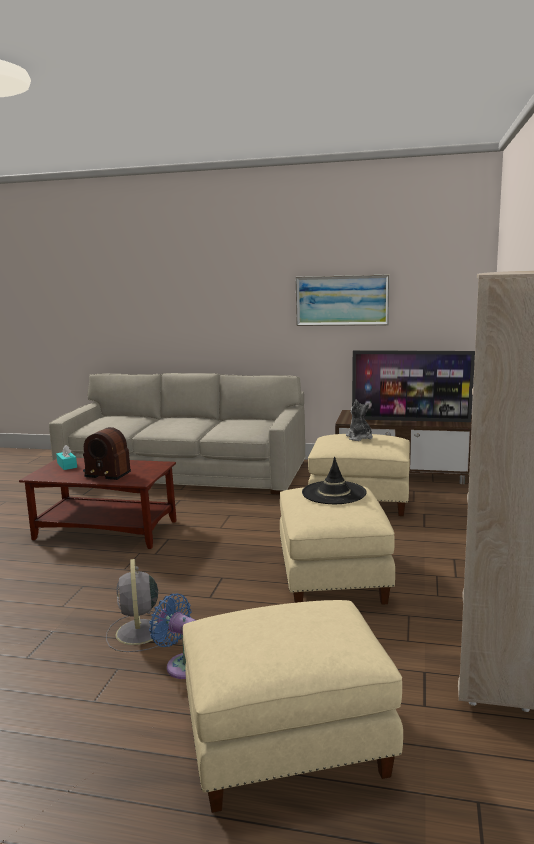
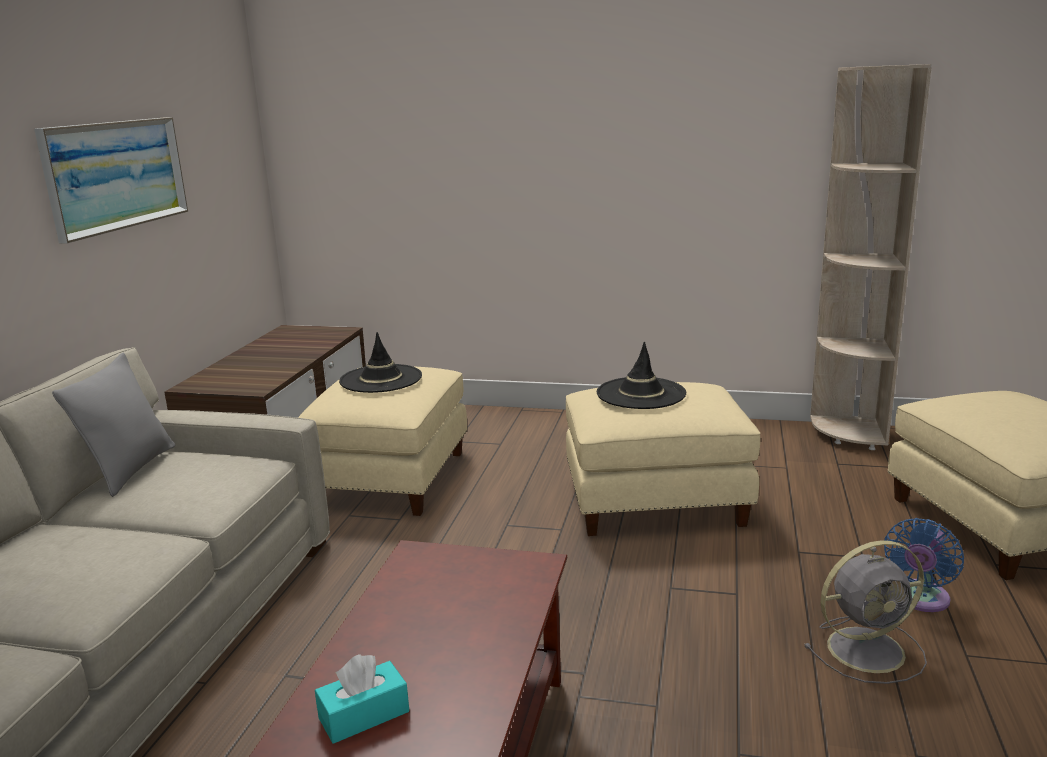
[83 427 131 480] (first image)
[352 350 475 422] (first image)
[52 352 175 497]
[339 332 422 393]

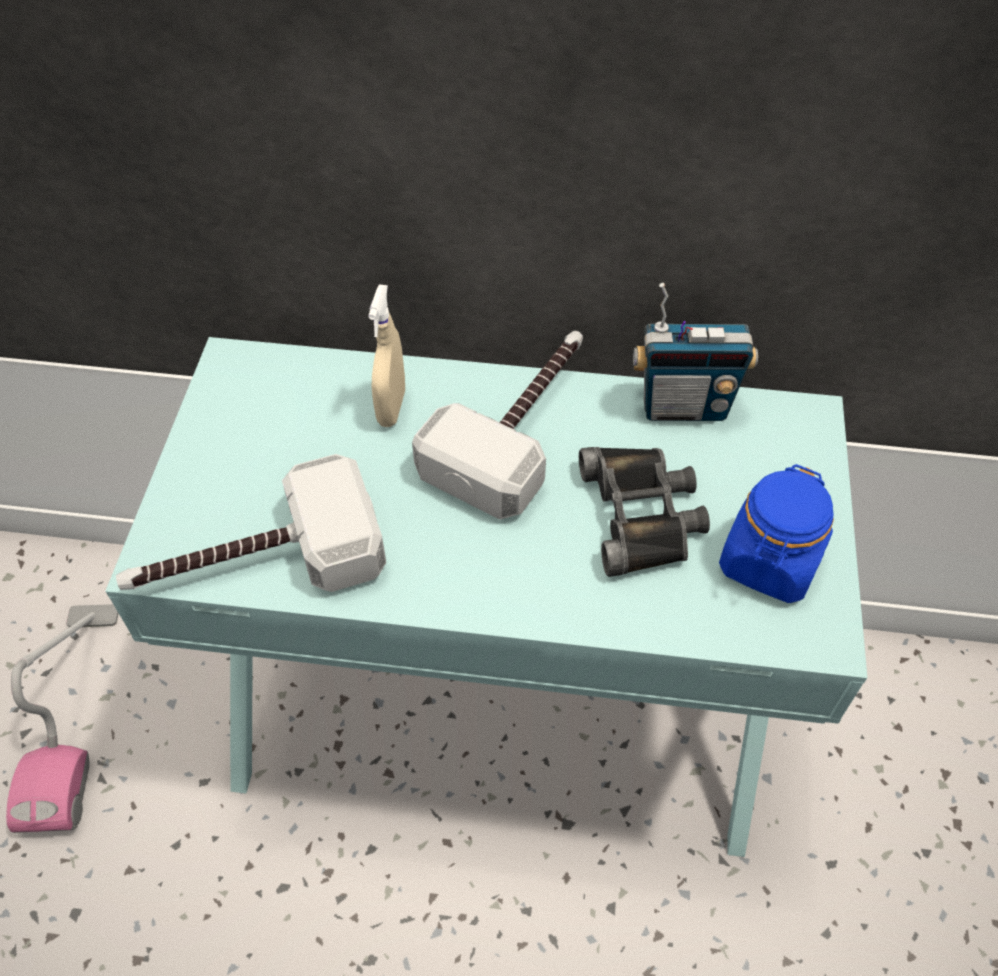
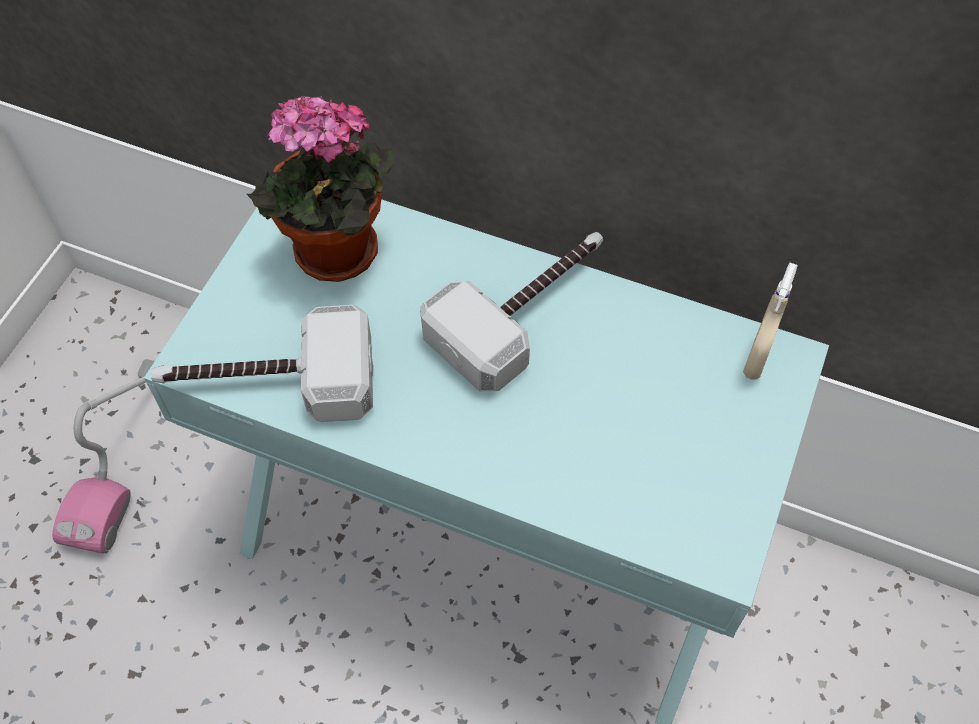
[579 447 710 577] (first image)
[633 283 758 421] (first image)
[719 464 834 603] (first image)
[247 96 396 282]
[743 263 798 379]

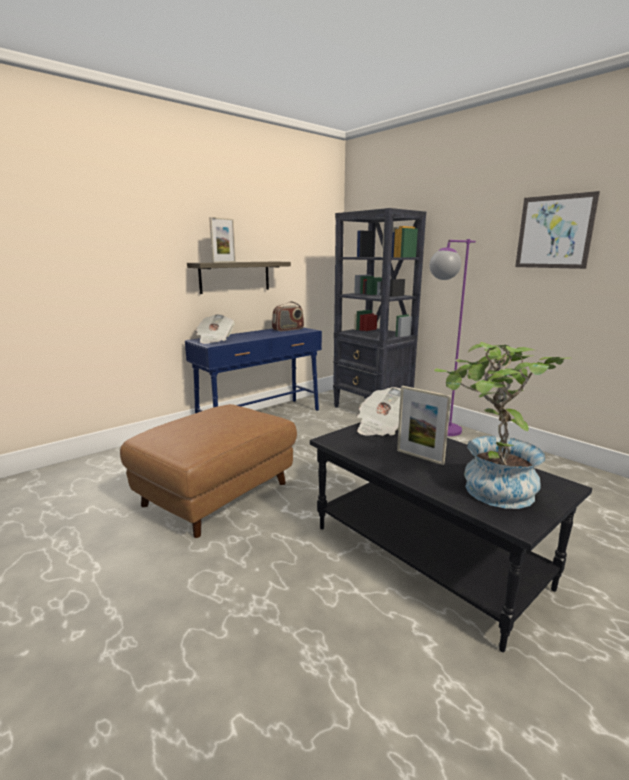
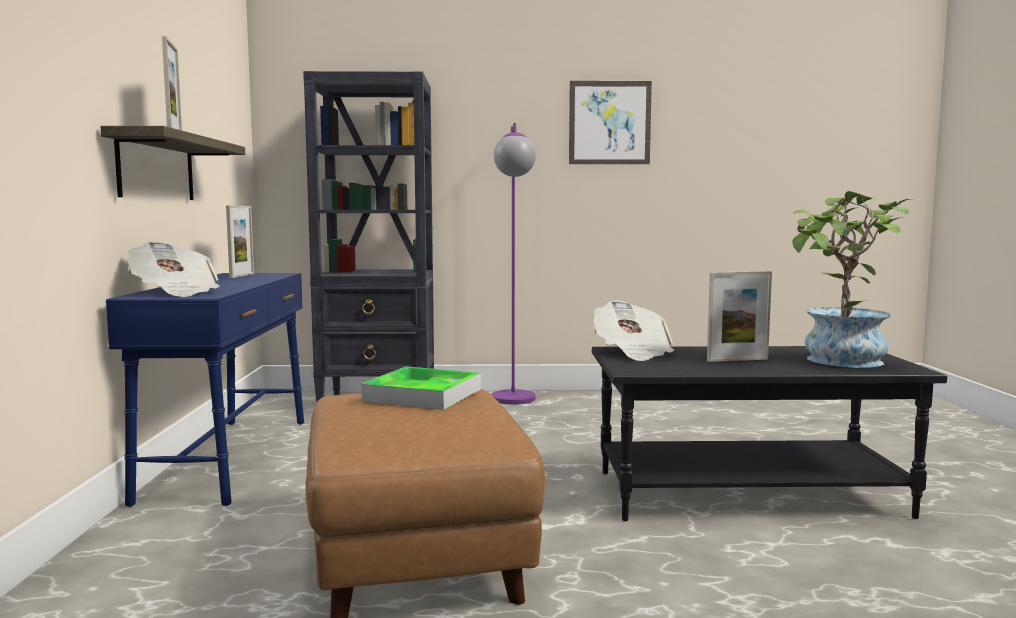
[361 366 481 410]
[226 206 254 278]

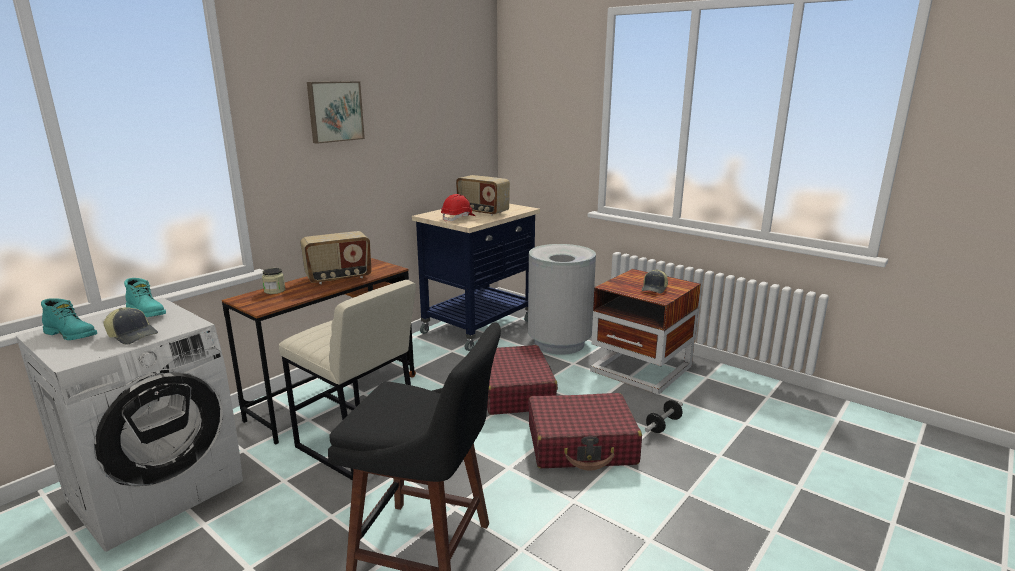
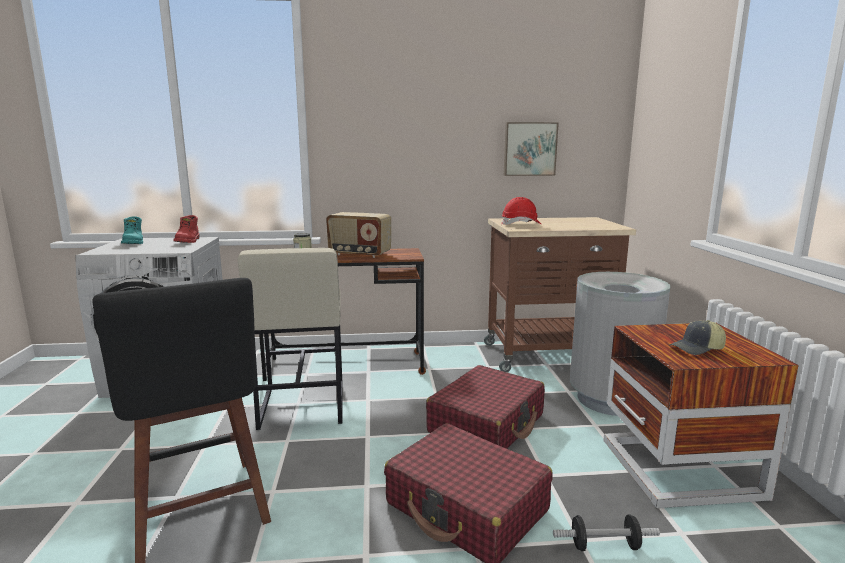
[103 307 158 345] (first image)
[456 175 510 216] (first image)
[504 122 559 176]
[174 215 200 243]
[484 217 636 372]

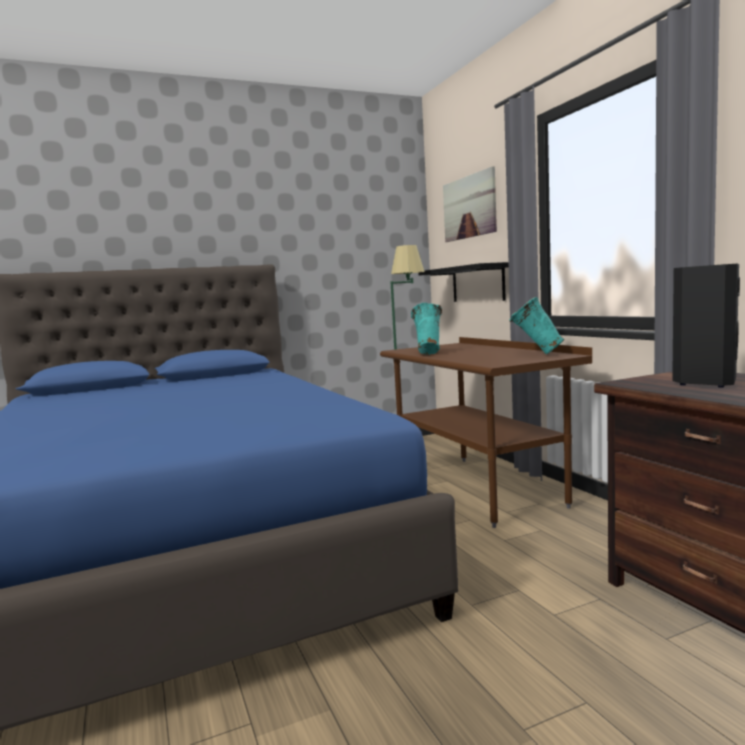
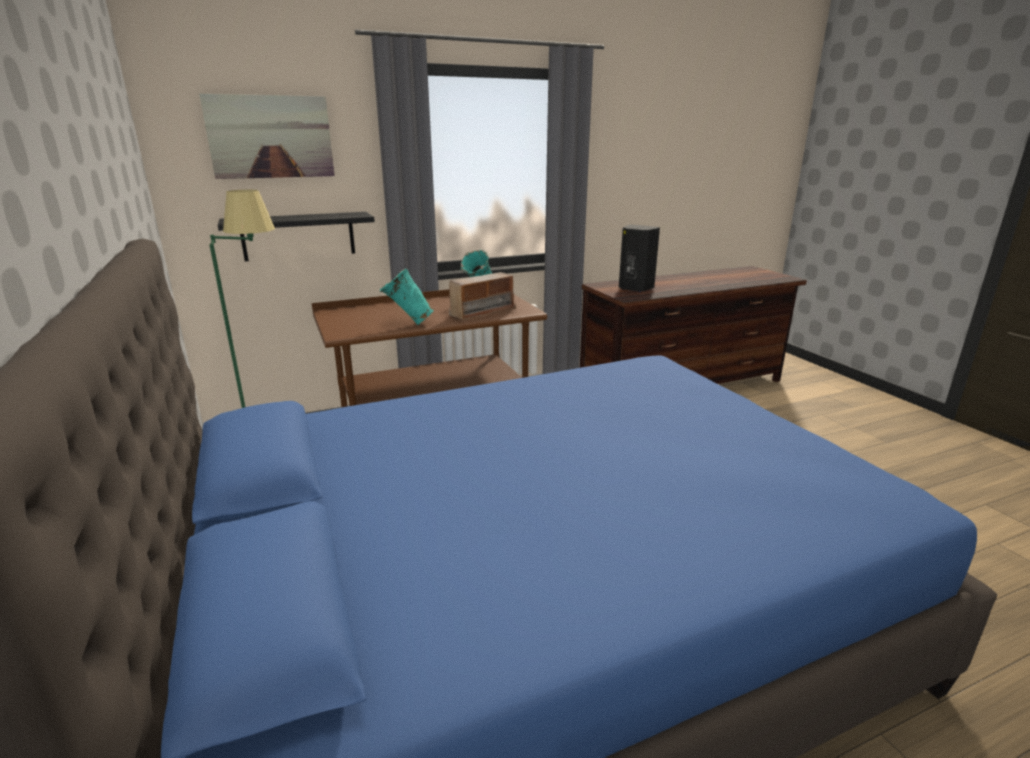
[448 272 516 321]

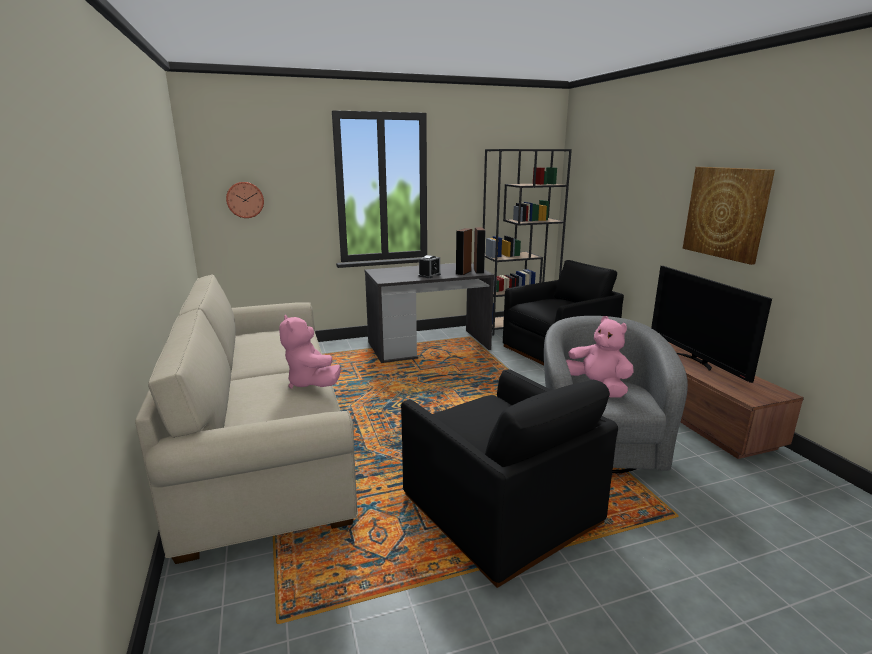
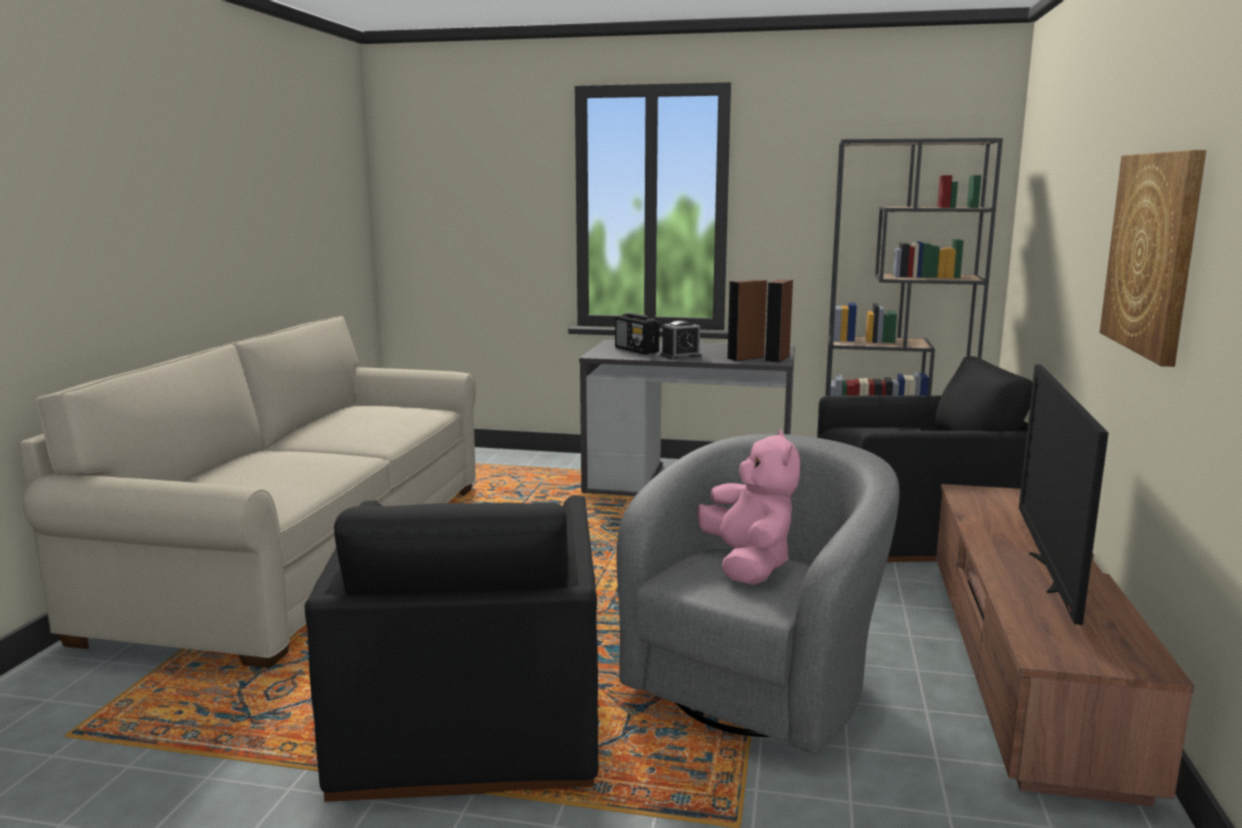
[226 182 264 218] (first image)
[279 315 341 389] (first image)
[615 313 660 354]

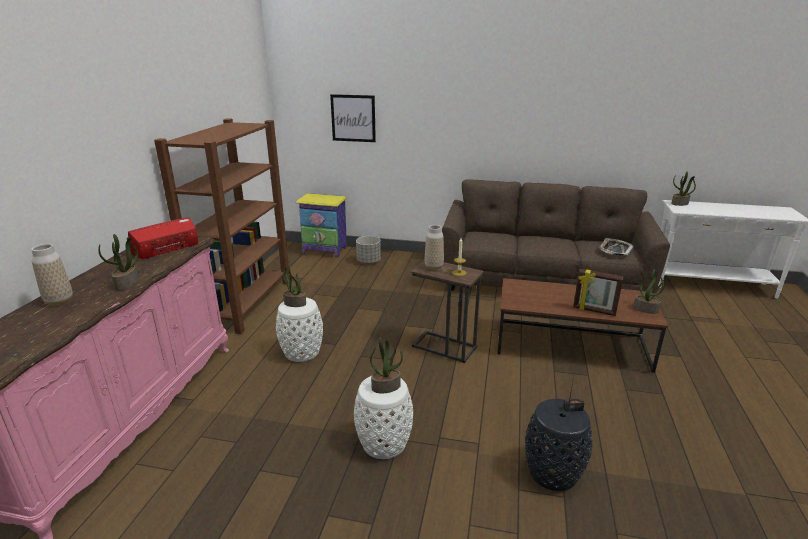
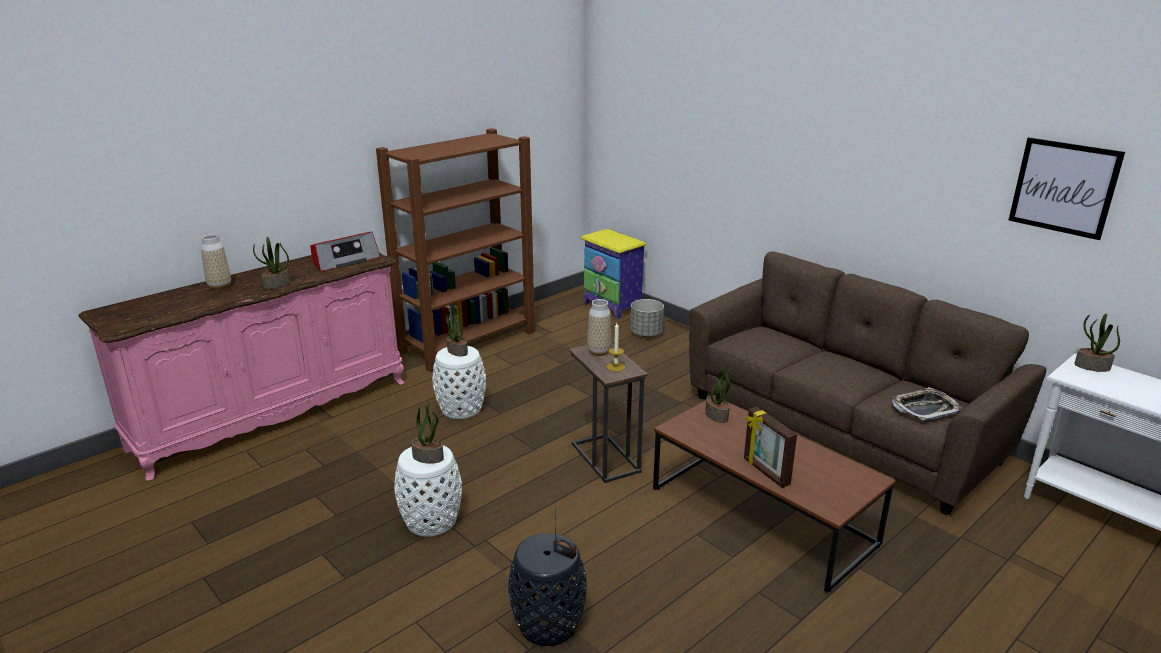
[1009 137 1125 240]
[705 367 733 423]
[310 232 380 272]

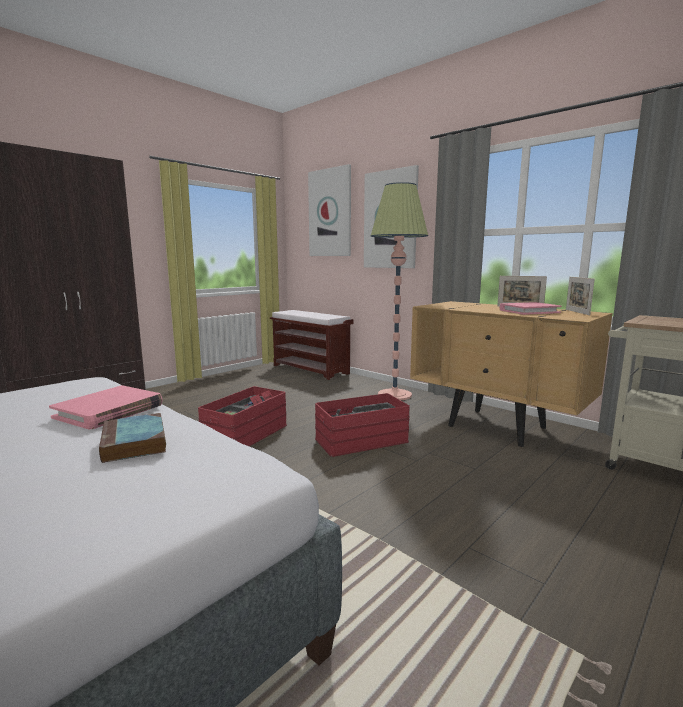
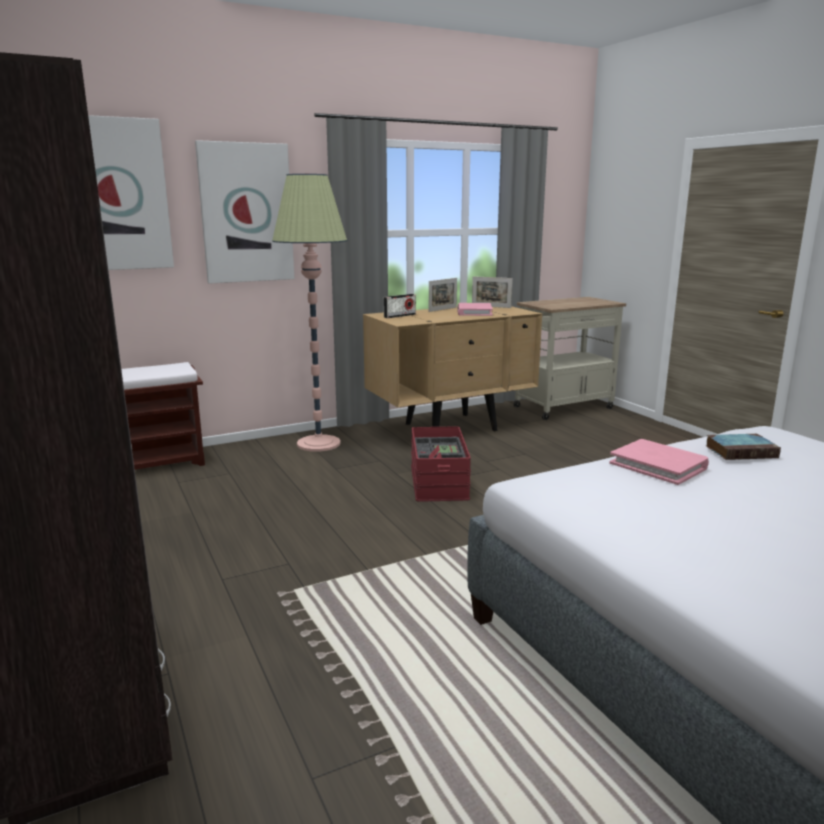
[198 386 287 446] (first image)
[384 294 416 318]

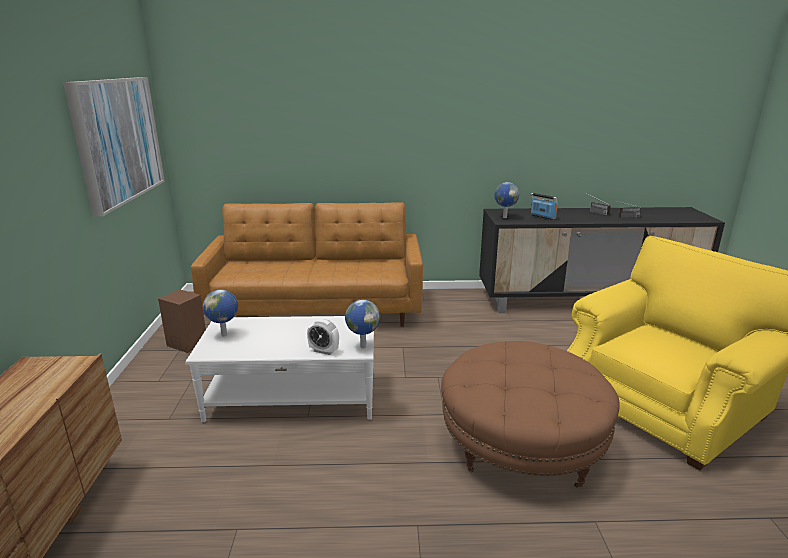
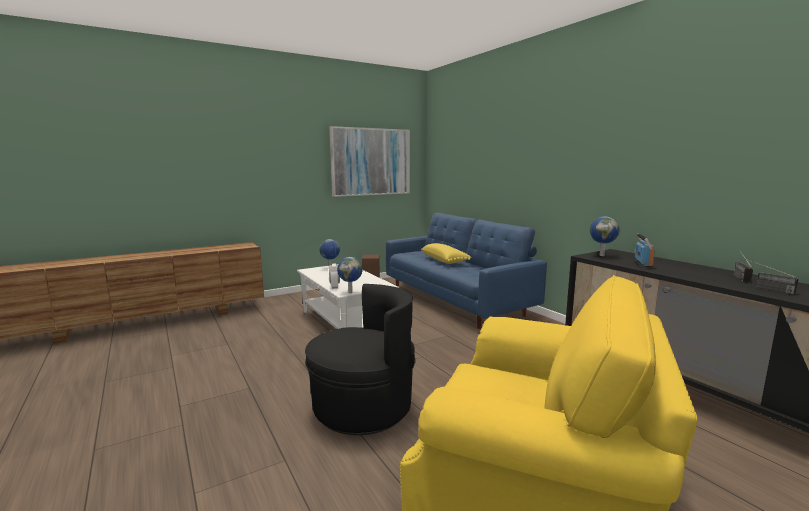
[421 243 471 264]
[305 284 416 435]
[386 213 547 329]

